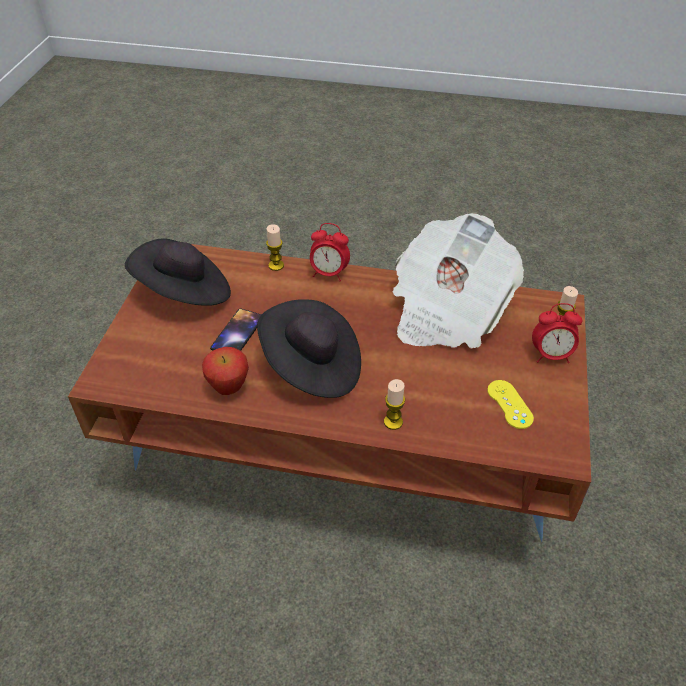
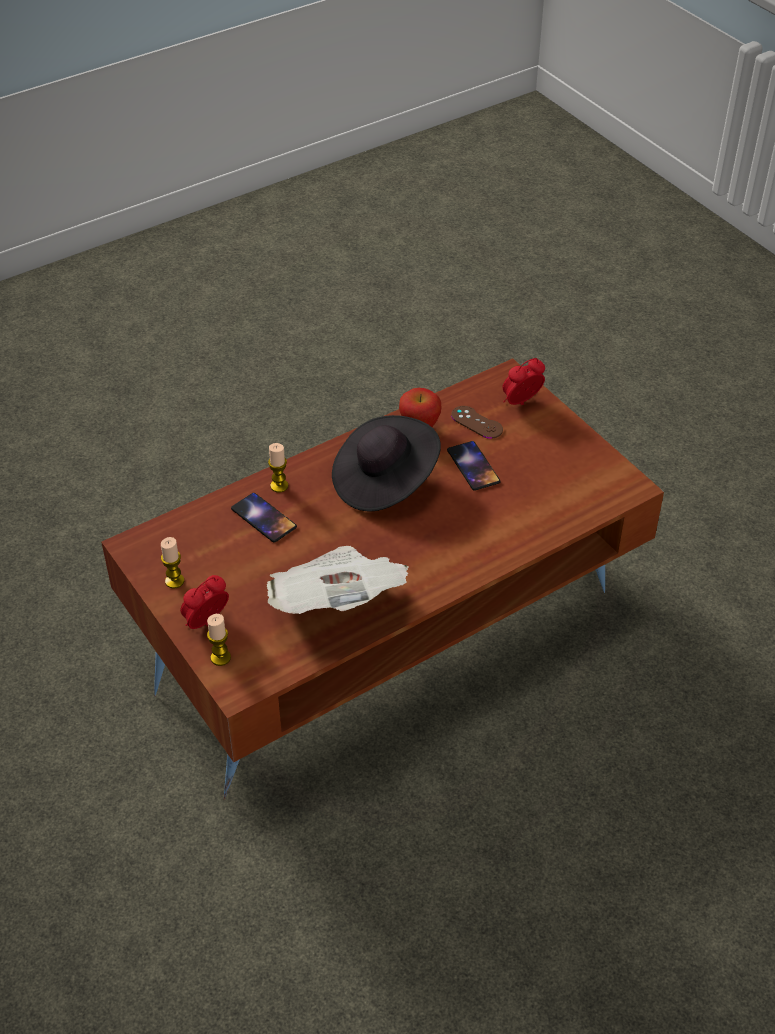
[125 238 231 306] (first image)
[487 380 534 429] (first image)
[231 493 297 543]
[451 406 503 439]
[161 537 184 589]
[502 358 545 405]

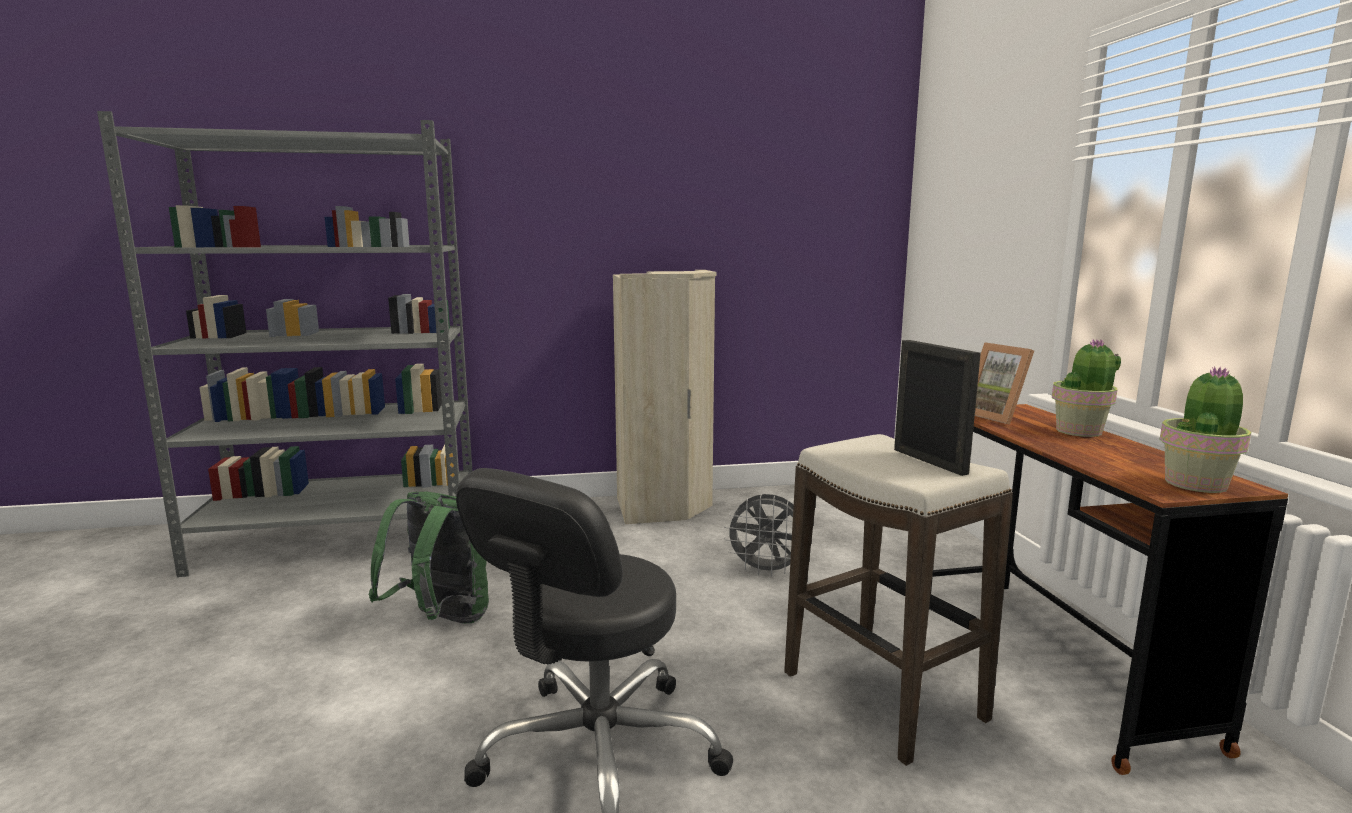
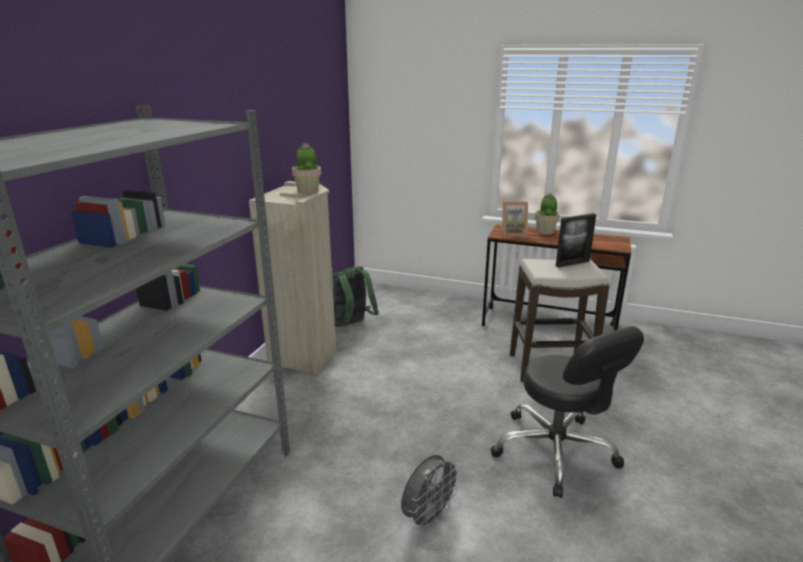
[333 266 379 327]
[401 455 462 531]
[292 143 321 194]
[556 213 596 268]

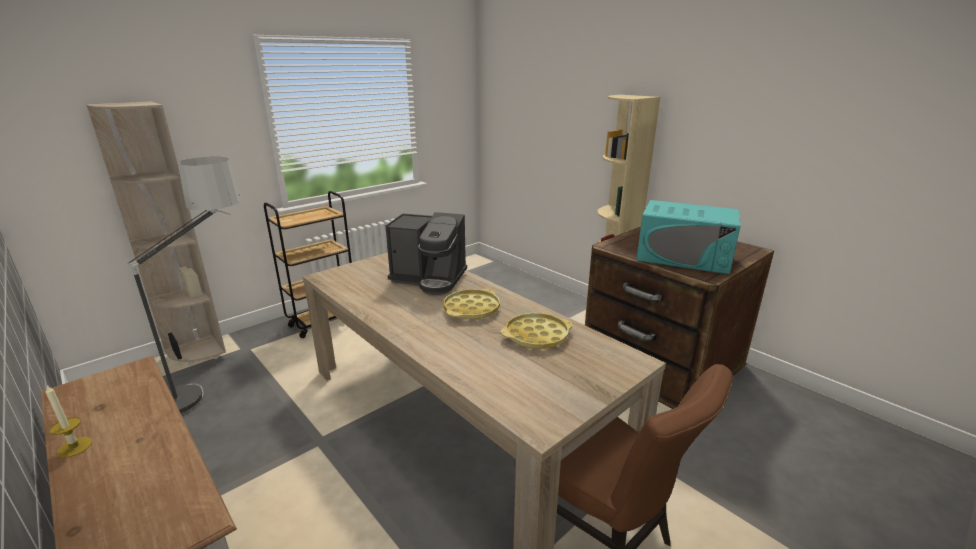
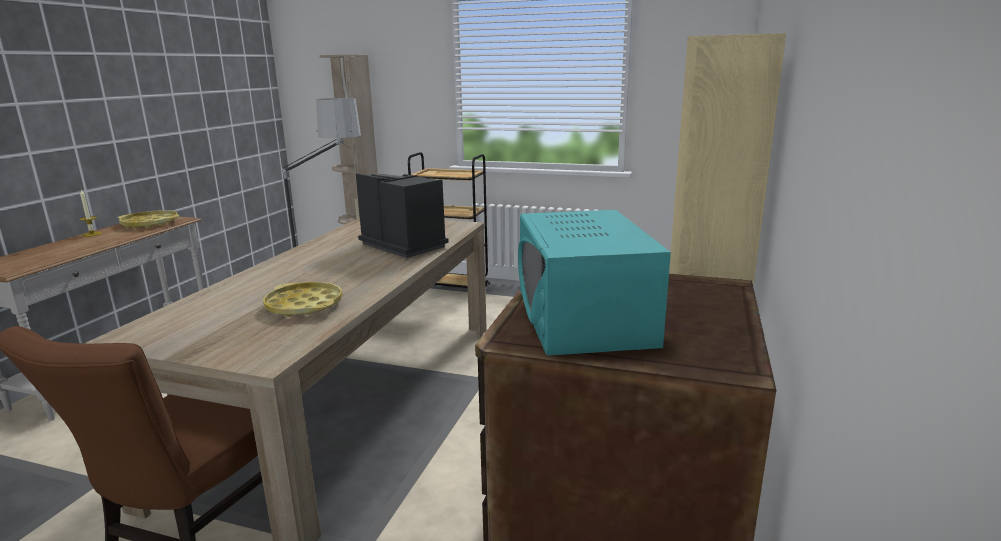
[118 210 179 229]
[356 173 449 258]

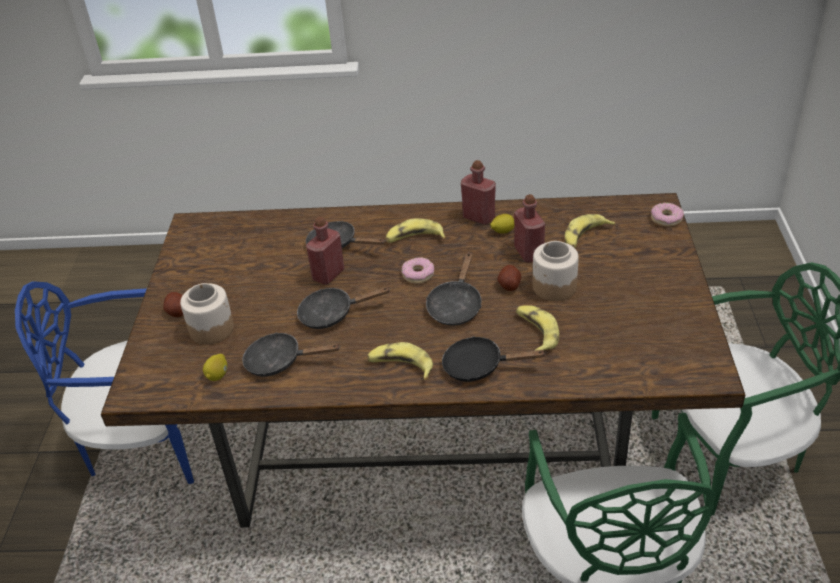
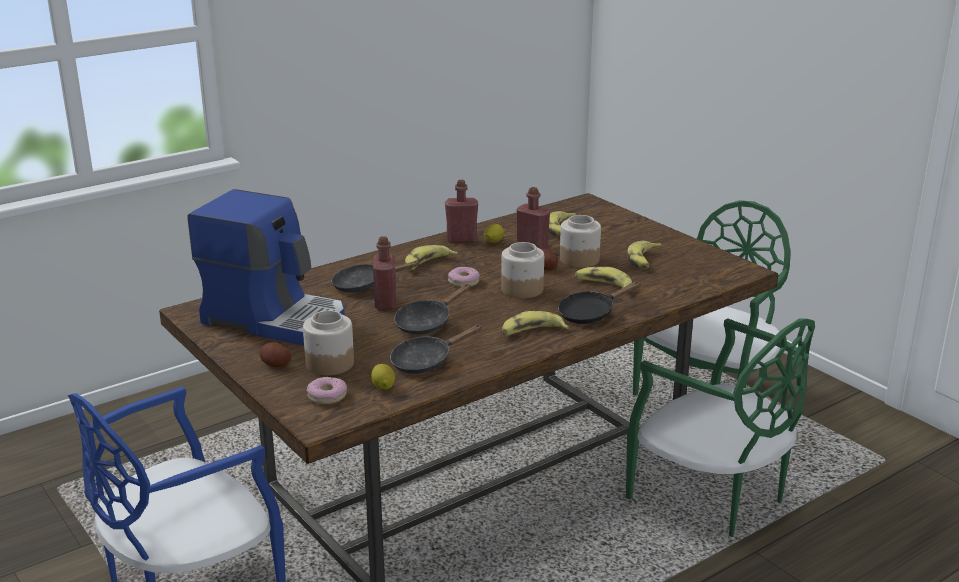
[188 189 345 346]
[627 241 662 269]
[307 377 347 404]
[501 242 544 298]

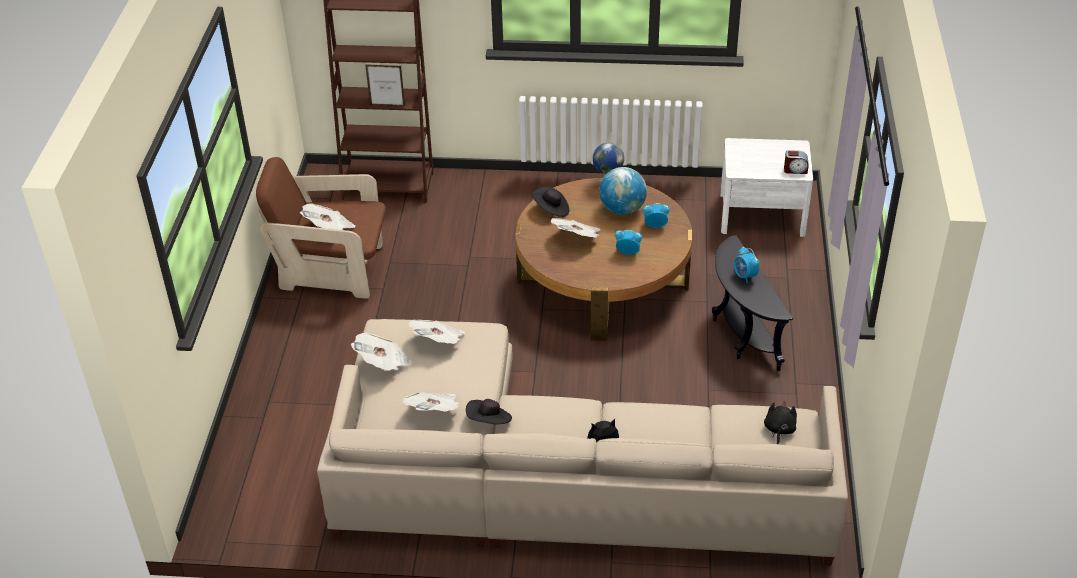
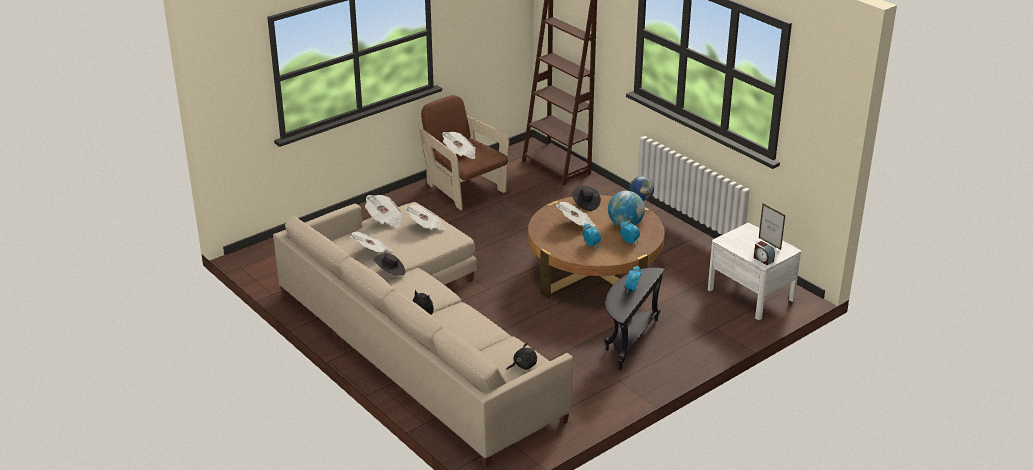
[759 204 786 250]

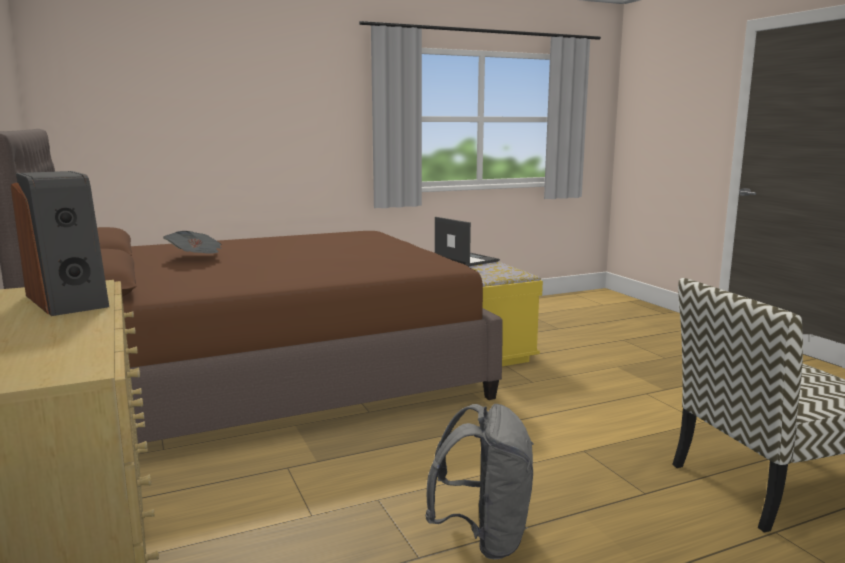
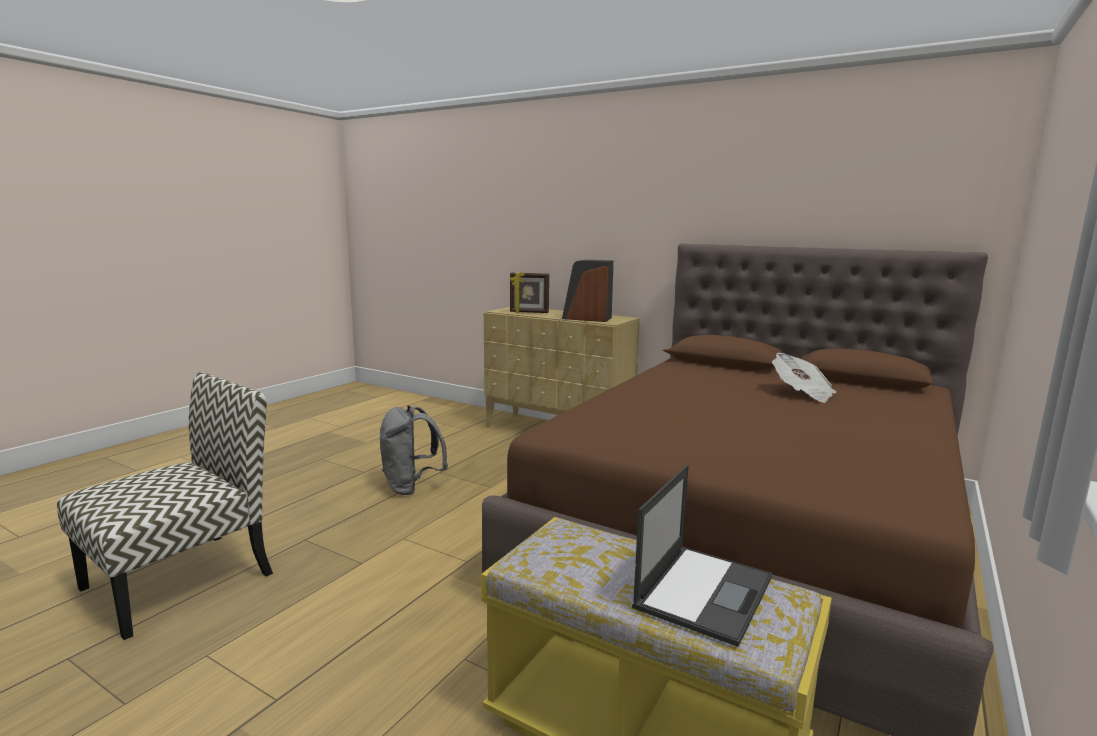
[510 272 549 313]
[632 465 772 647]

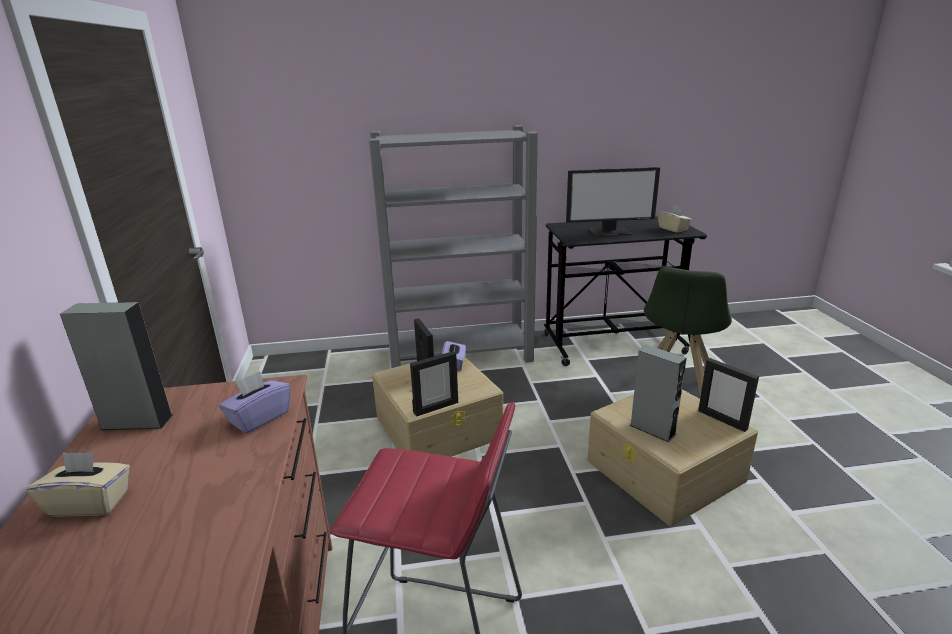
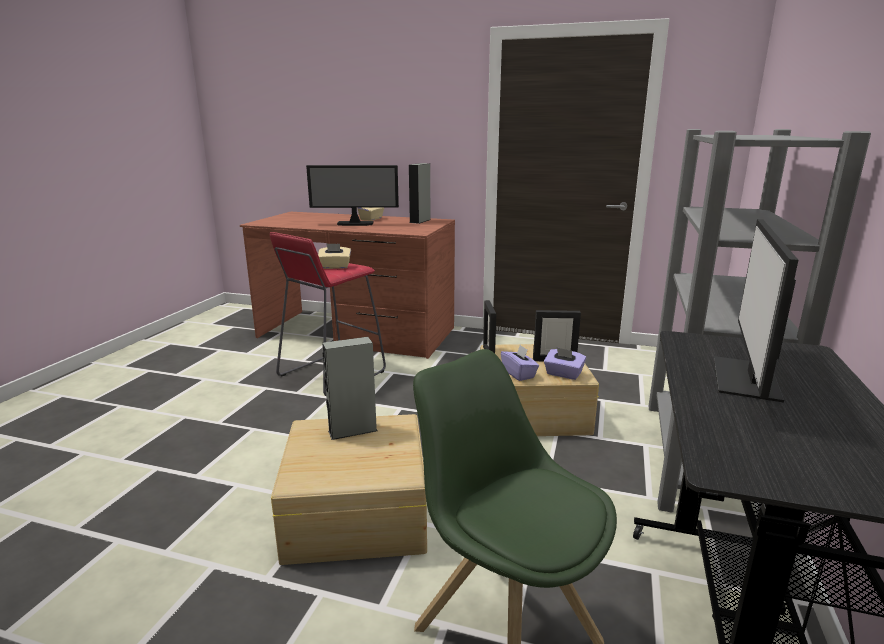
[698 358 759 432] (first image)
[306 165 399 226]
[501 345 539 381]
[318 243 351 269]

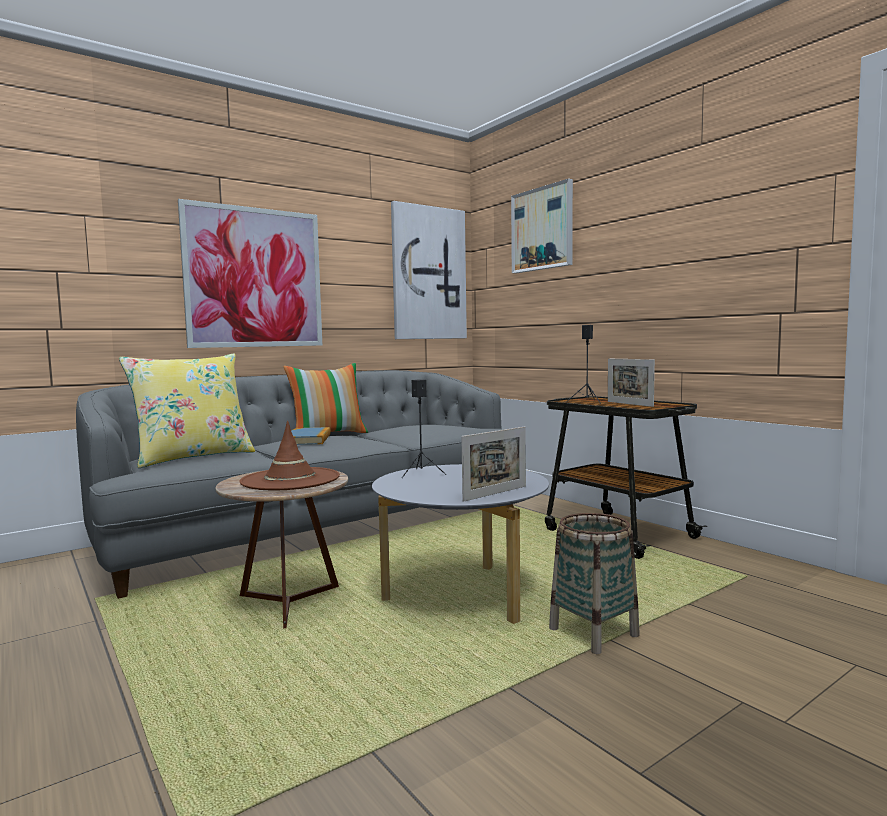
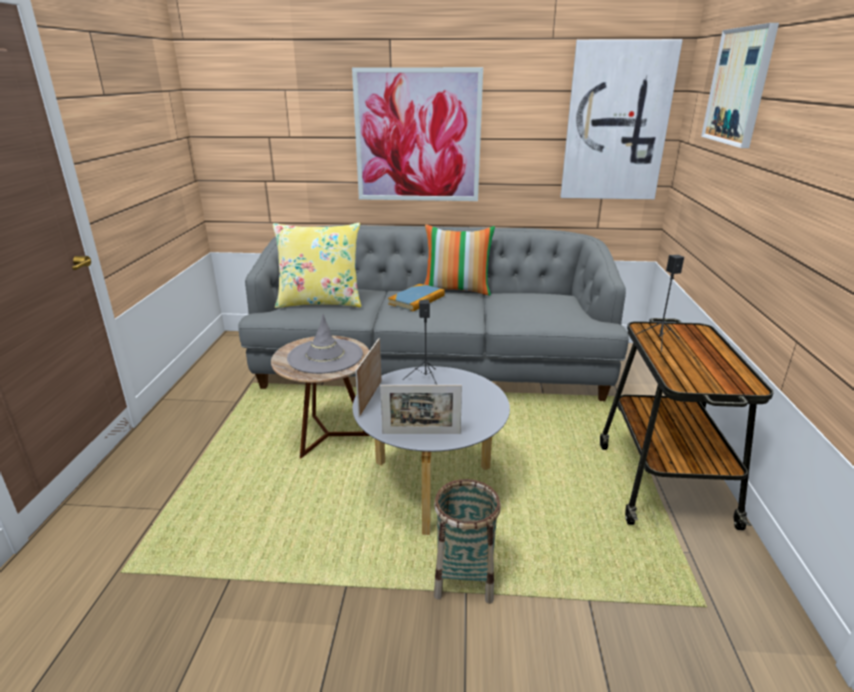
[355 338 382 417]
[287 314 363 374]

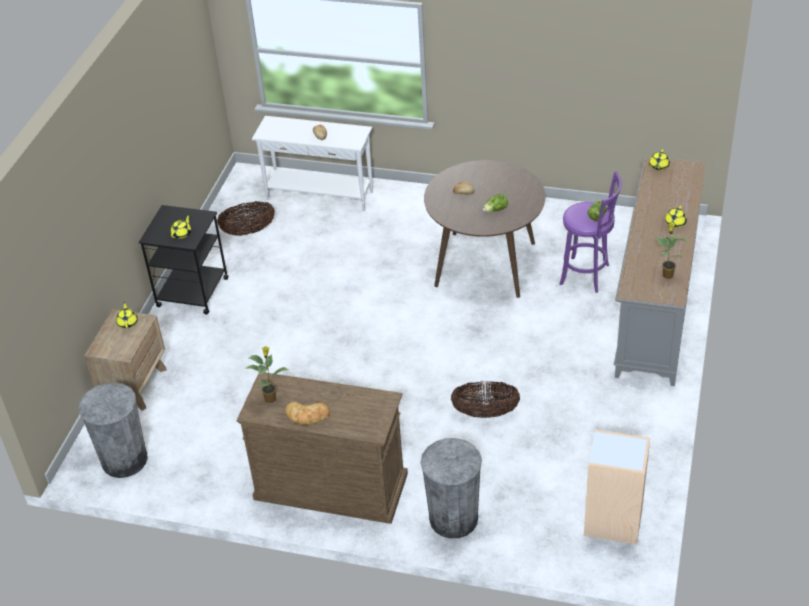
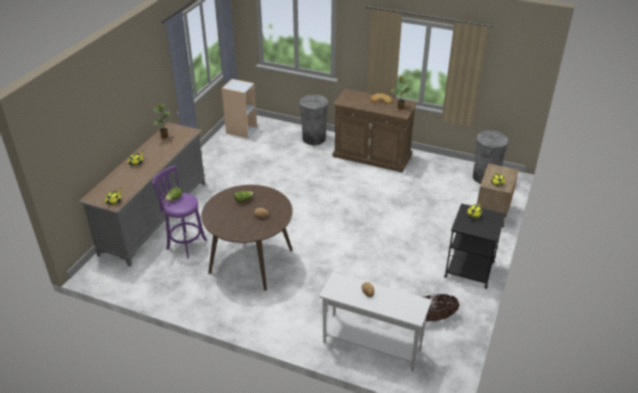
[451 381 520 418] (first image)

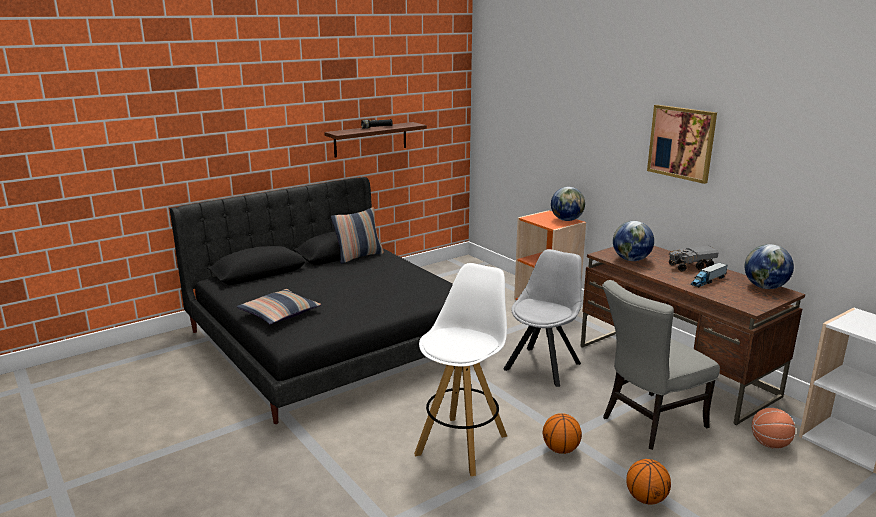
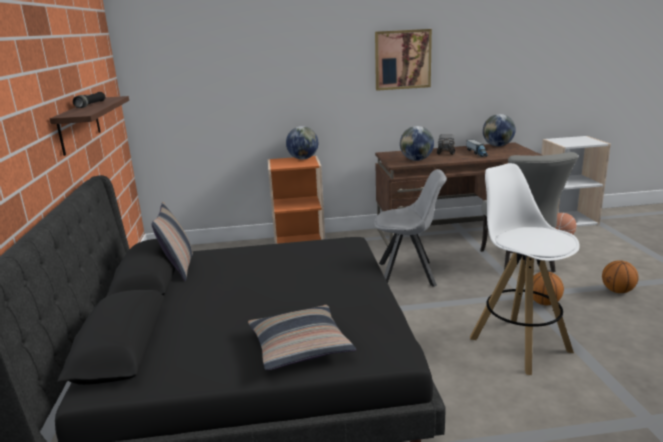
[374 169 447 287]

